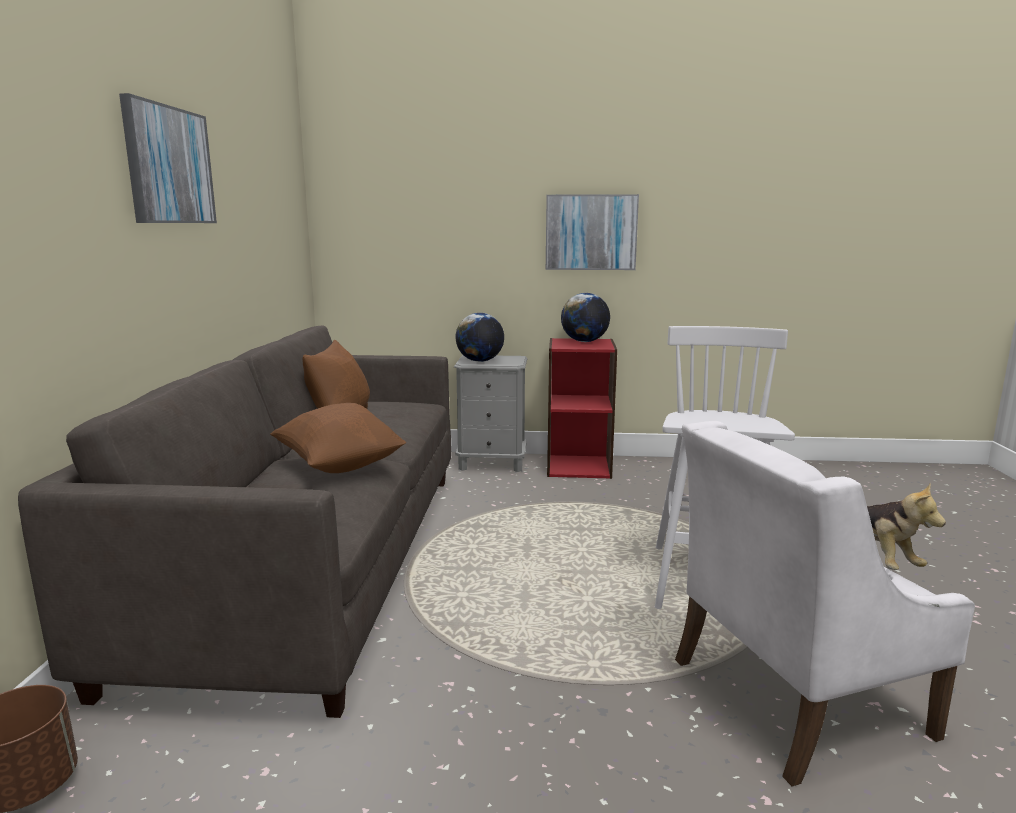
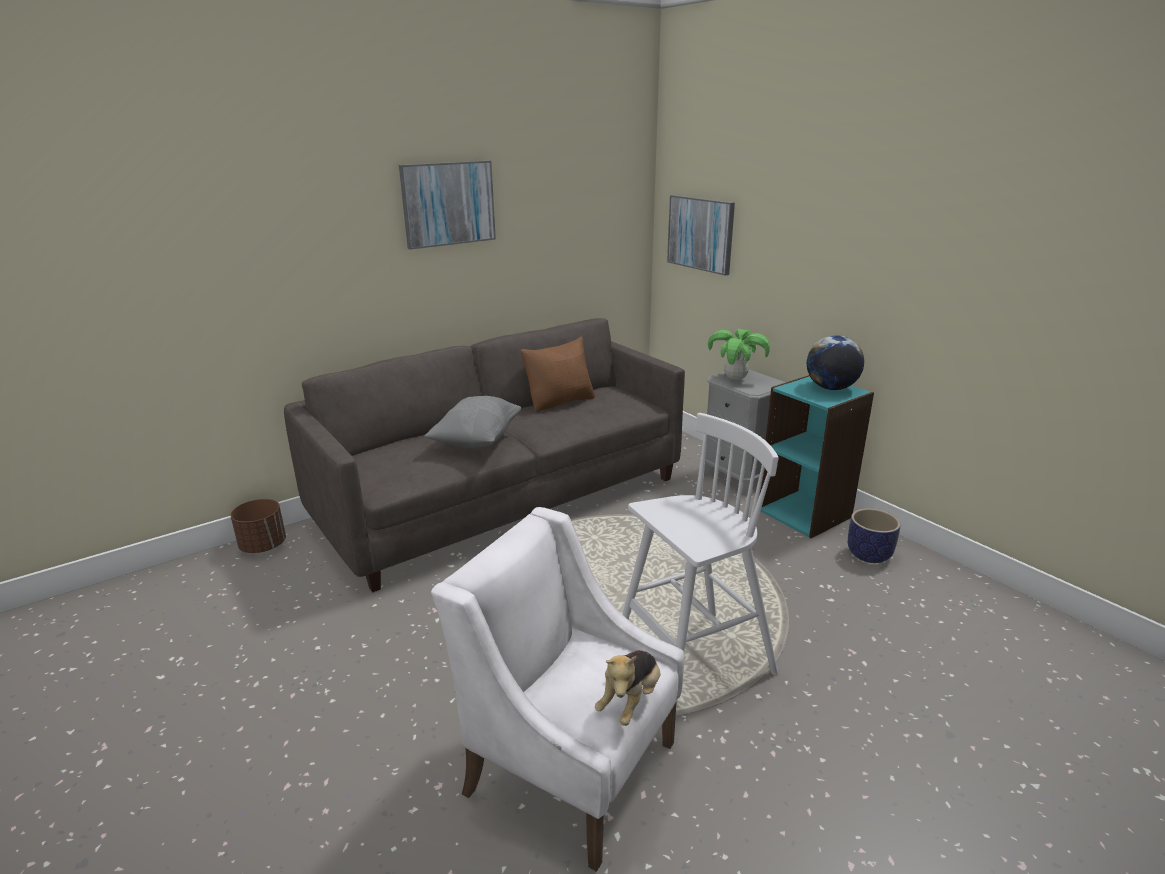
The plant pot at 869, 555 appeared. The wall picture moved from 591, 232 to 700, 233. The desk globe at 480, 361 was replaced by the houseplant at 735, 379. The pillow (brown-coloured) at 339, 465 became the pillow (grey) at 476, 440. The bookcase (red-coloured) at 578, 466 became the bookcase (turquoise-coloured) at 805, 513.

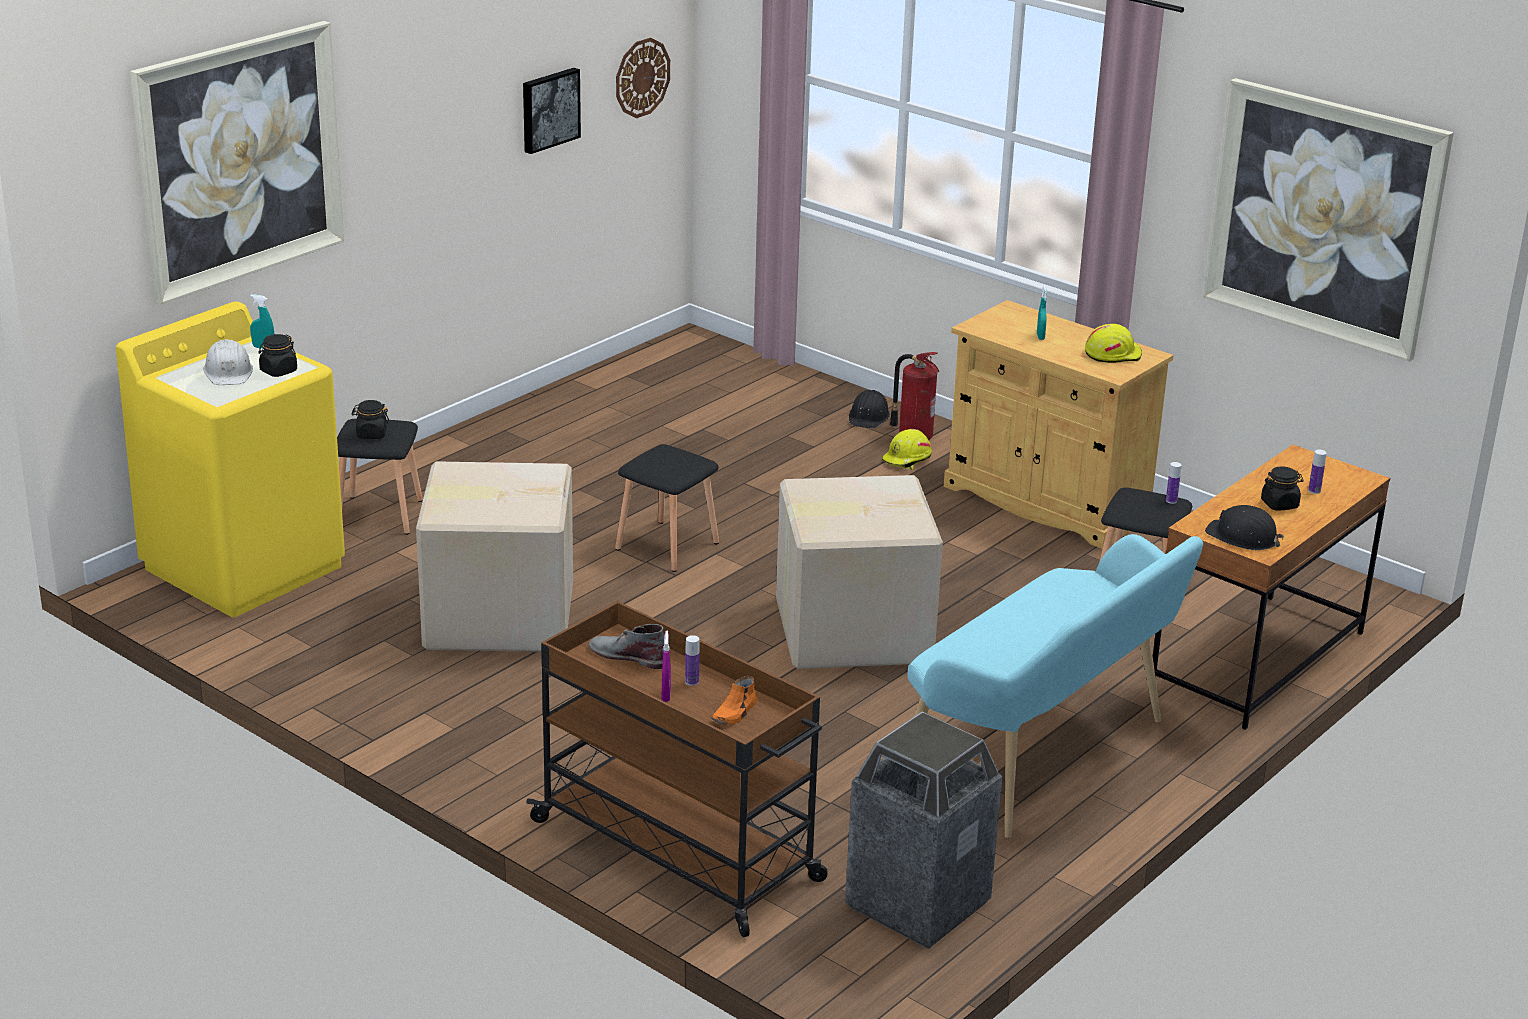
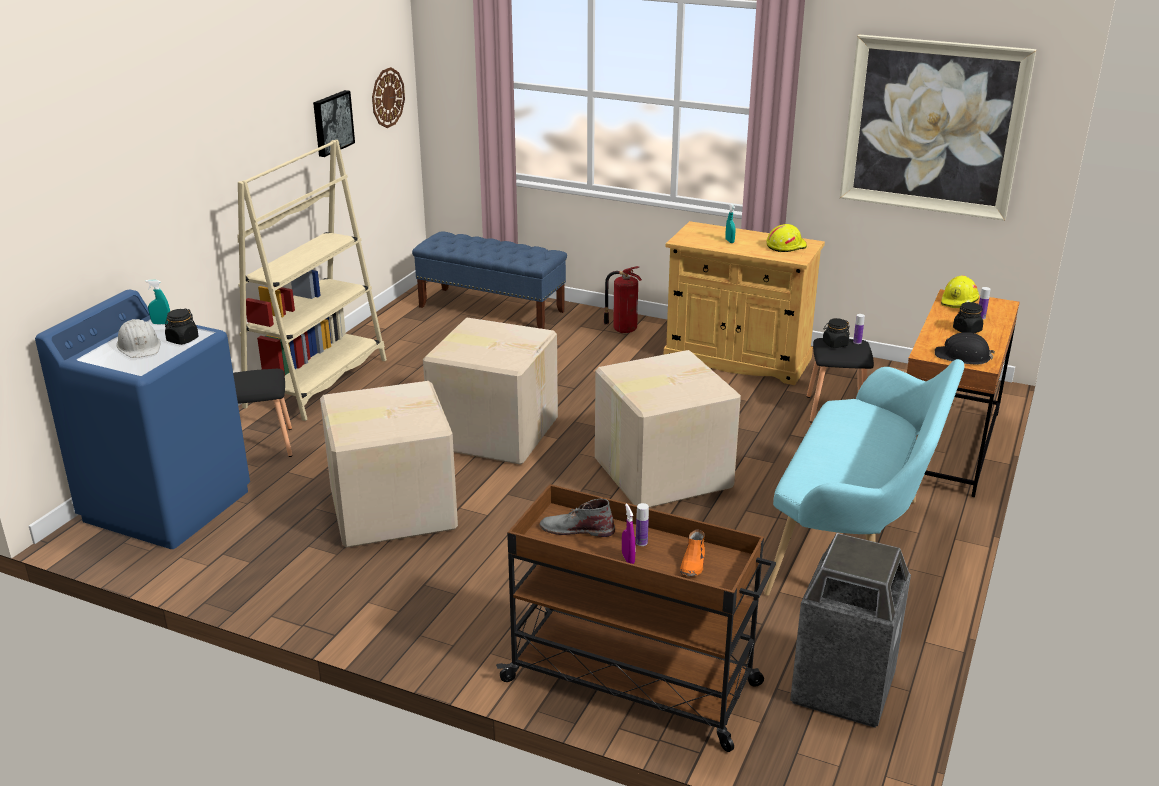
The wall picture at 239, 159 disappeared. The safety helmet (black) at 869, 416 disappeared. The bookcase (sand-coloured) at 317, 383 appeared. The long seat (blue-coloured) at 492, 309 appeared. The preserve jar (black) moved from 371, 434 to 835, 344. The safety helmet (yellowish) moved from 907, 459 to 959, 302. The stool (black) at 667, 545 was replaced by the packing box at 493, 432. The washing machine (yellowish) at 244, 567 became the washing machine (blue-coloured) at 167, 505.

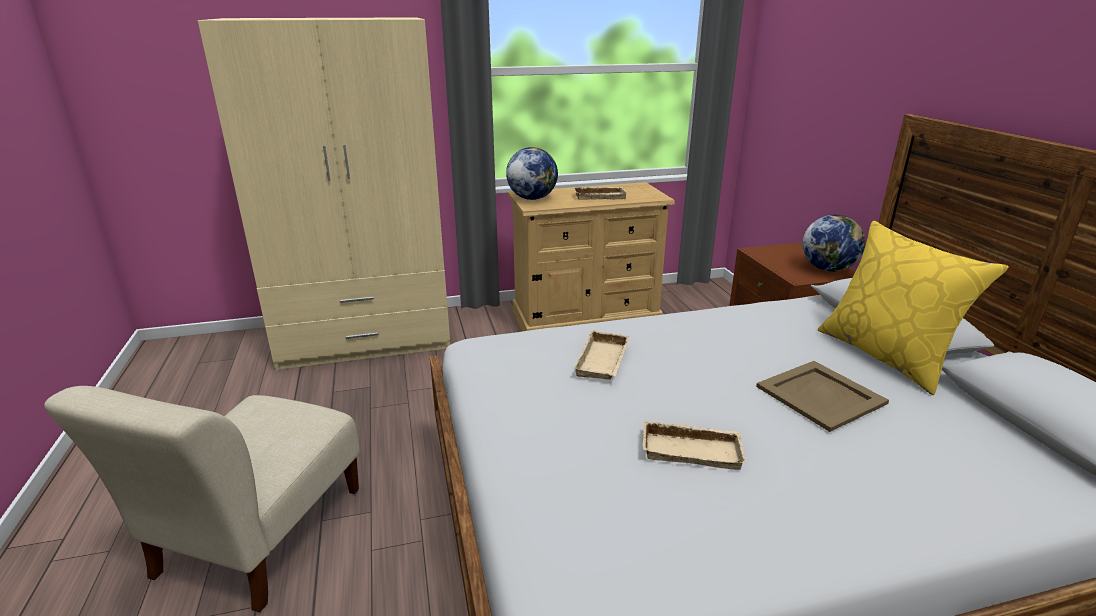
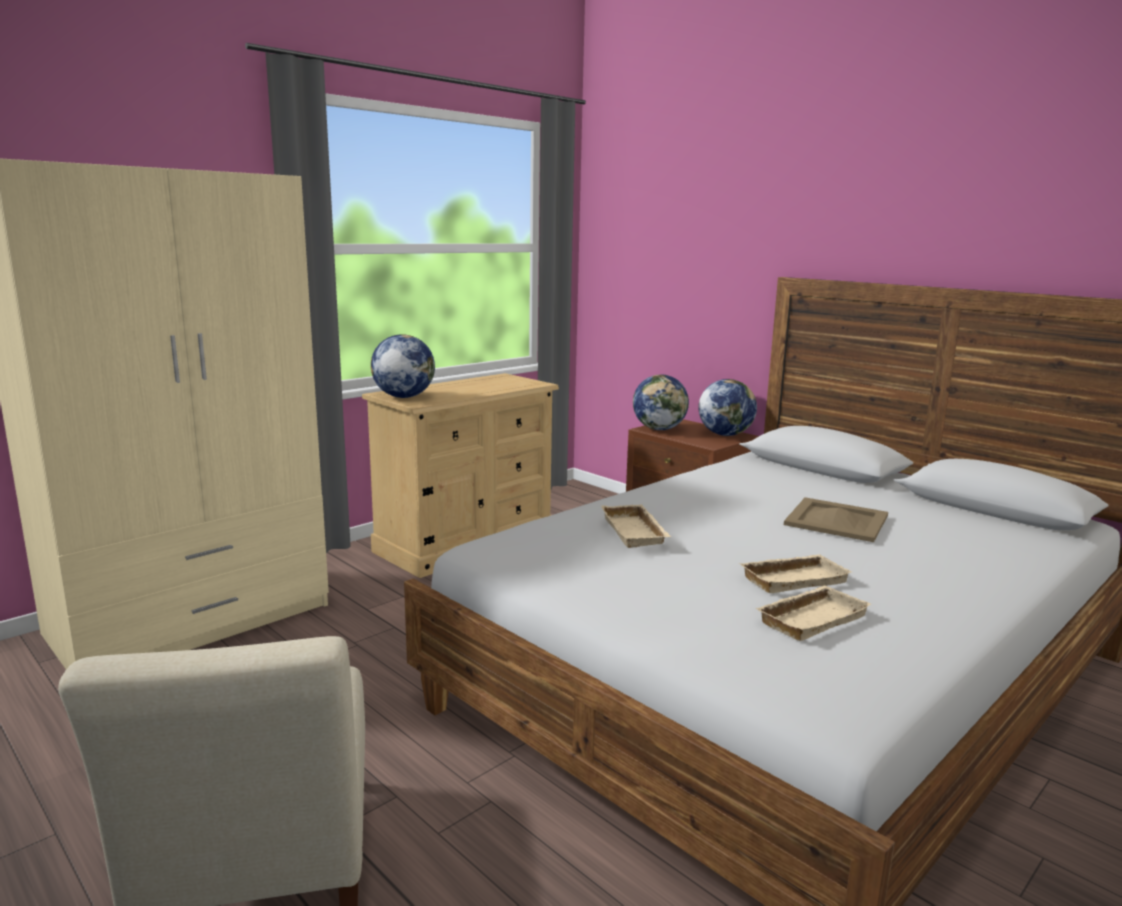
The pillow (yellowish) at 886, 355 disappeared. The desk globe at 659, 429 appeared. The tray (sand-coloured) moved from 600, 196 to 810, 618.

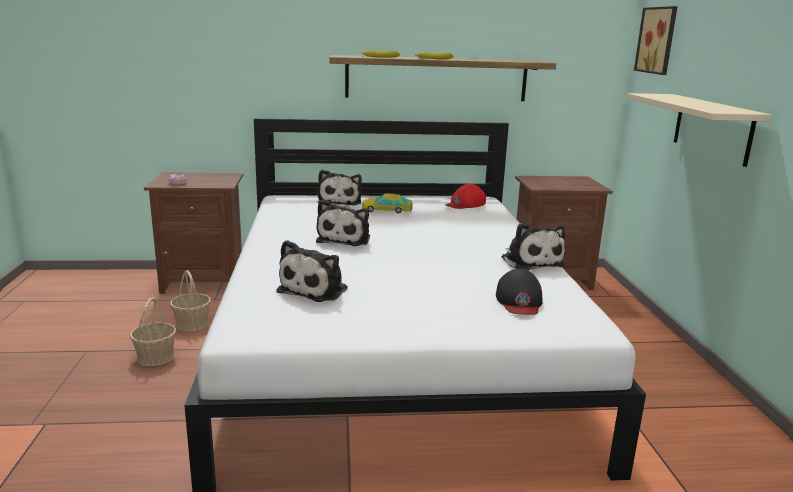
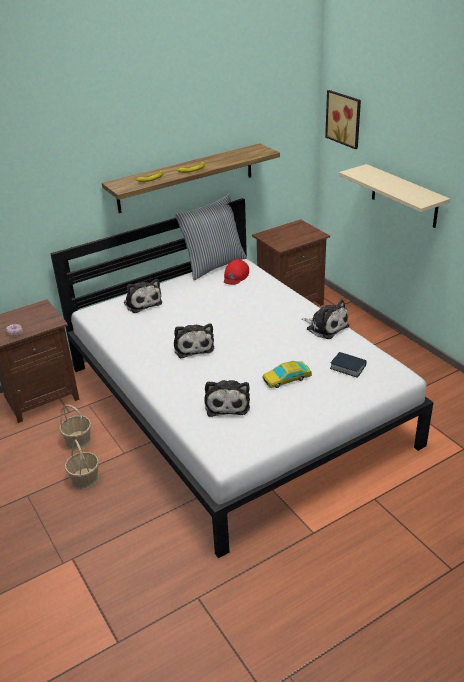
The pillow at 213, 265 appeared. The toy car moved from 387, 210 to 287, 378. The cap (black) at 519, 300 was replaced by the book at 347, 367.

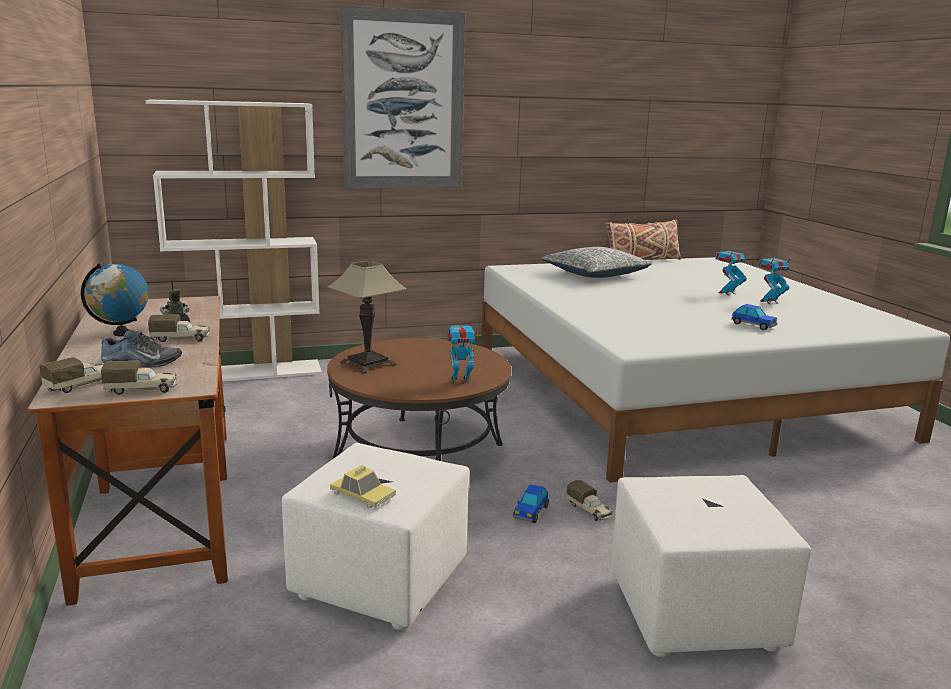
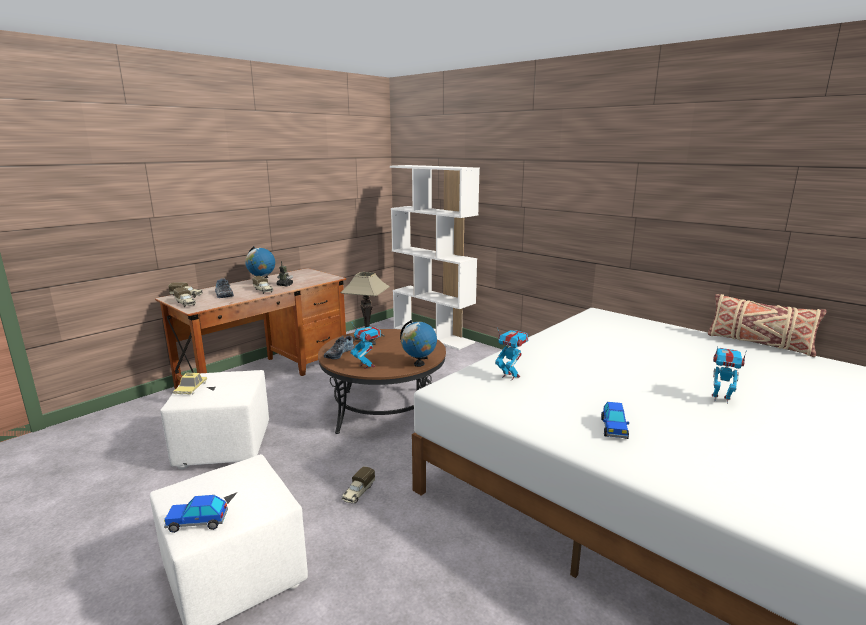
The wall picture at 403, 101 disappeared. The pillow at 595, 274 disappeared. The item of footwear at 338, 353 appeared. The desk globe at 419, 364 appeared. The toy car moved from 530, 512 to 197, 522. The model robot moved from 769, 302 to 510, 376.

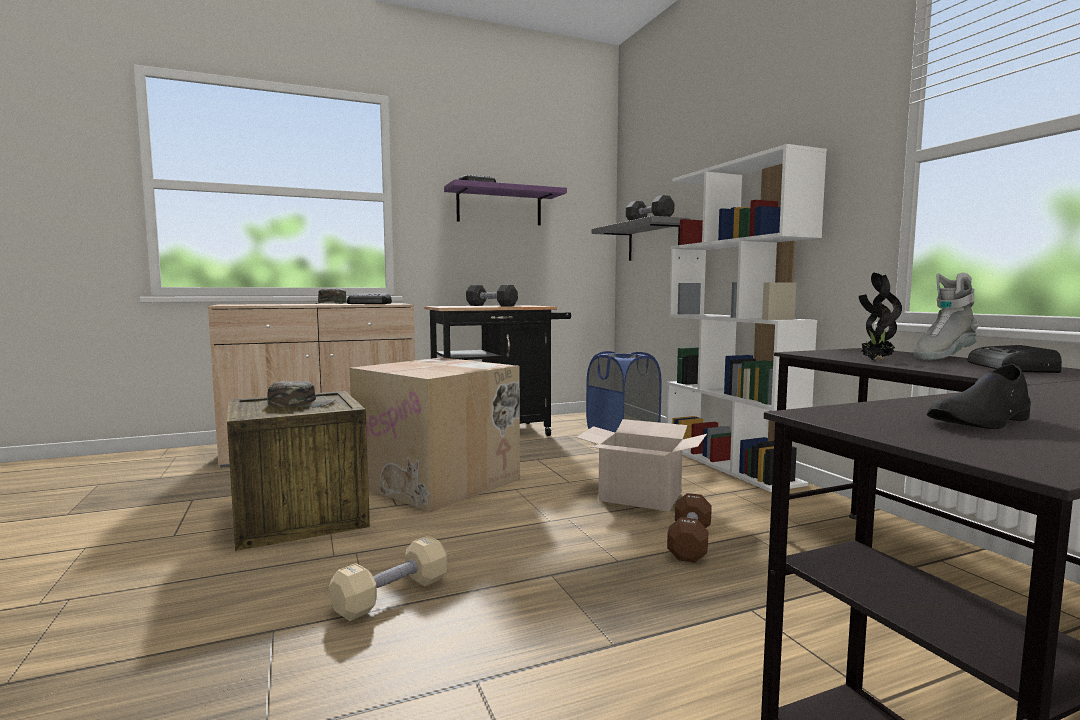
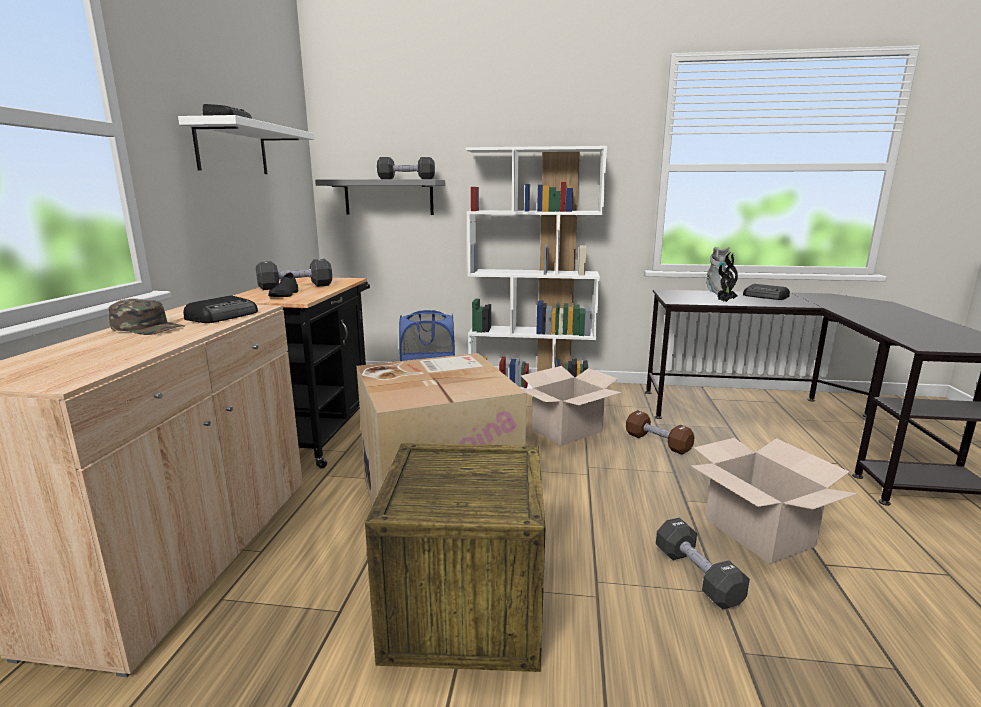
The cap (green-coloured) at 302, 404 disappeared. The packing box at 759, 532 appeared. The item of footwear (black) moved from 981, 421 to 284, 295. The dumbbell (sand-coloured) at 392, 596 became the dumbbell (black) at 697, 576. The shelf (purplish) at 499, 206 became the shelf (white-coloured) at 232, 149.

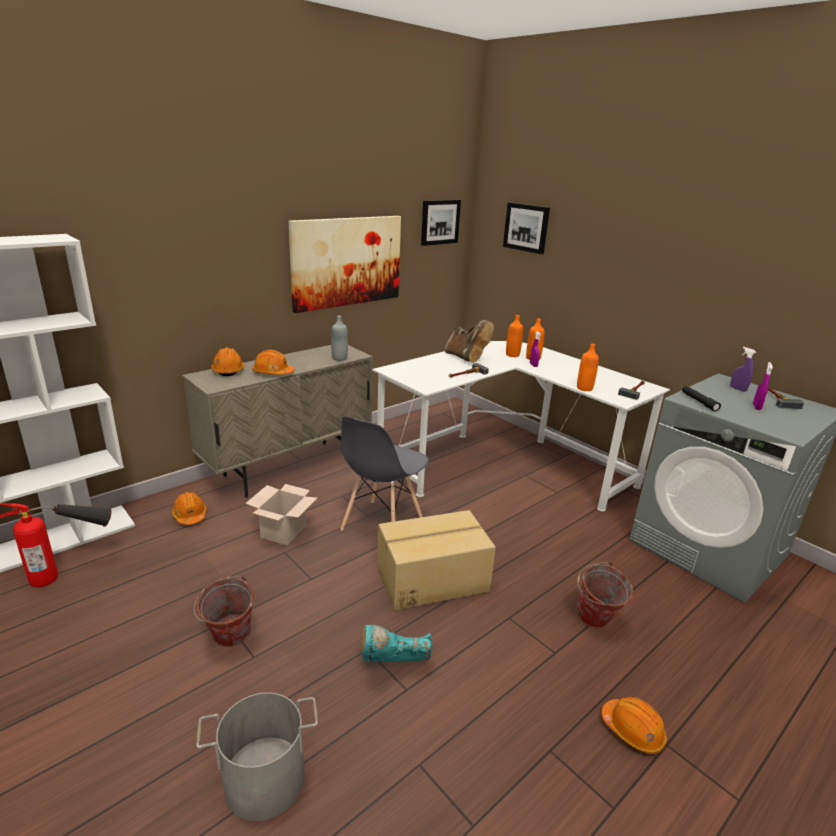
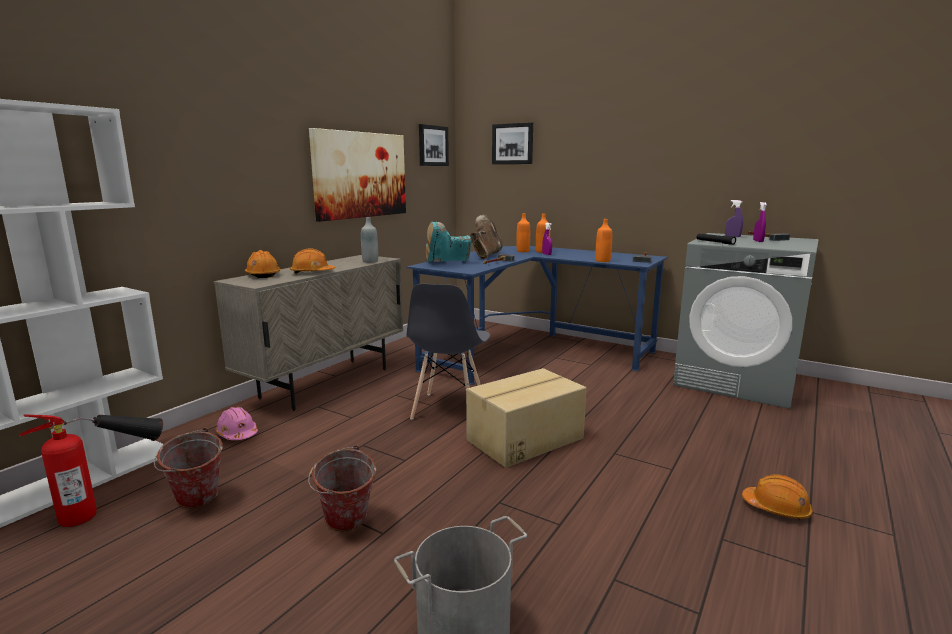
The packing box at 283, 530 disappeared. The tall boot (turquoise-coloured) moved from 392, 666 to 447, 263. The pail moved from 595, 623 to 196, 503. The safety helmet (orangey) at 190, 515 became the safety helmet (pink) at 237, 434. The desk unit (white-coloured) at 504, 463 became the desk unit (blue-coloured) at 532, 352. The tall boot (brown-coloured) at 466, 358 turned 105 degrees counterclockwise.

